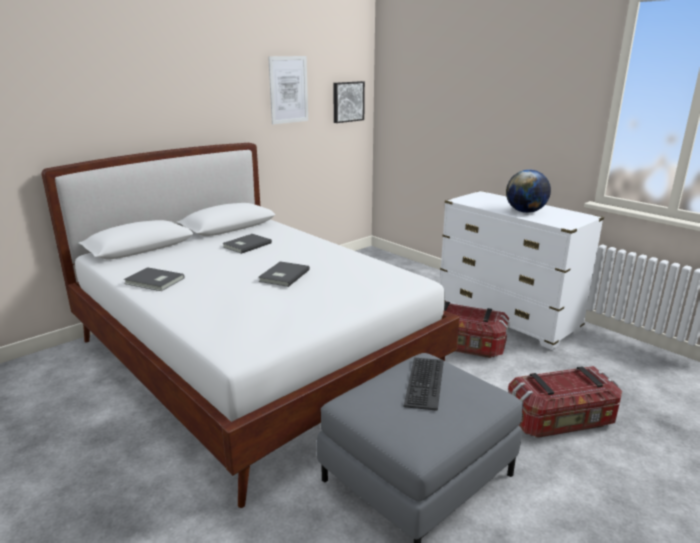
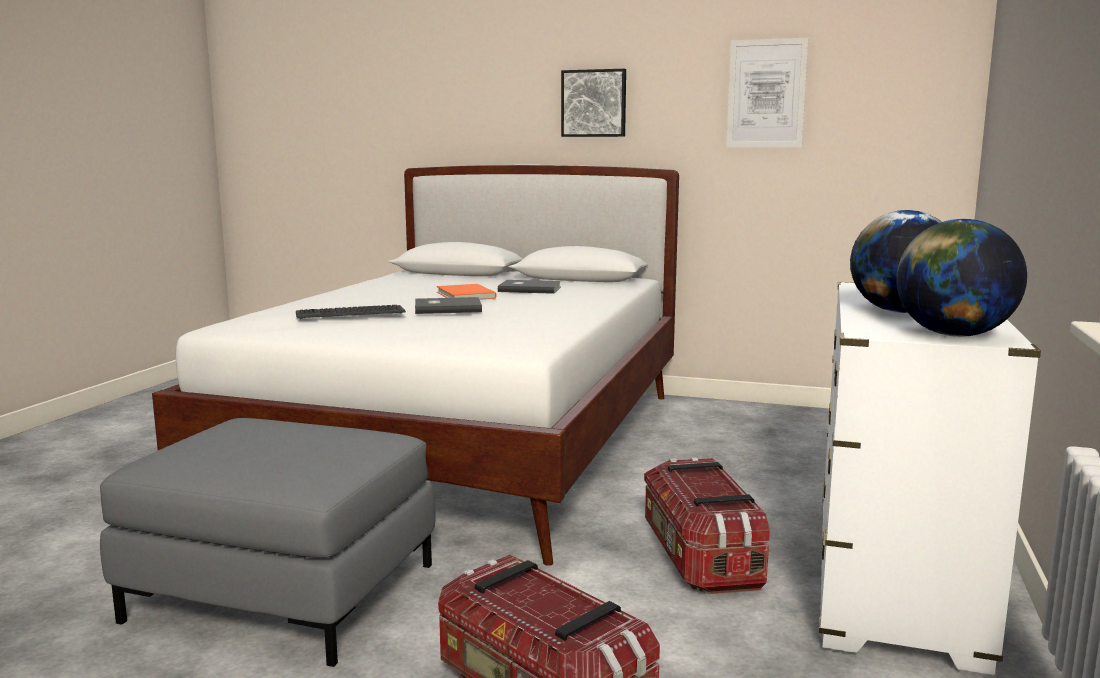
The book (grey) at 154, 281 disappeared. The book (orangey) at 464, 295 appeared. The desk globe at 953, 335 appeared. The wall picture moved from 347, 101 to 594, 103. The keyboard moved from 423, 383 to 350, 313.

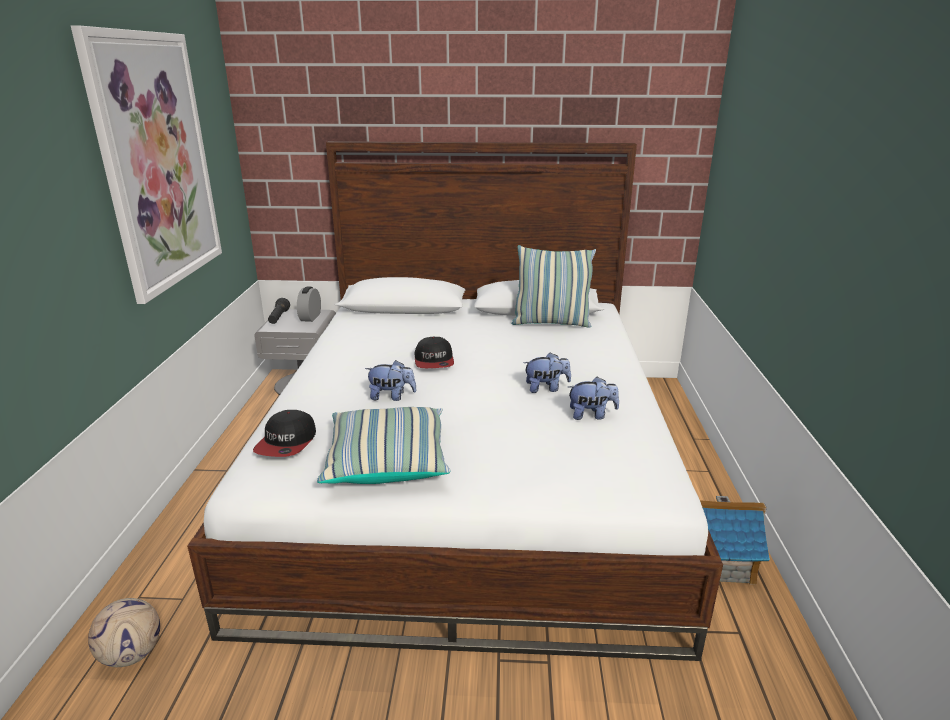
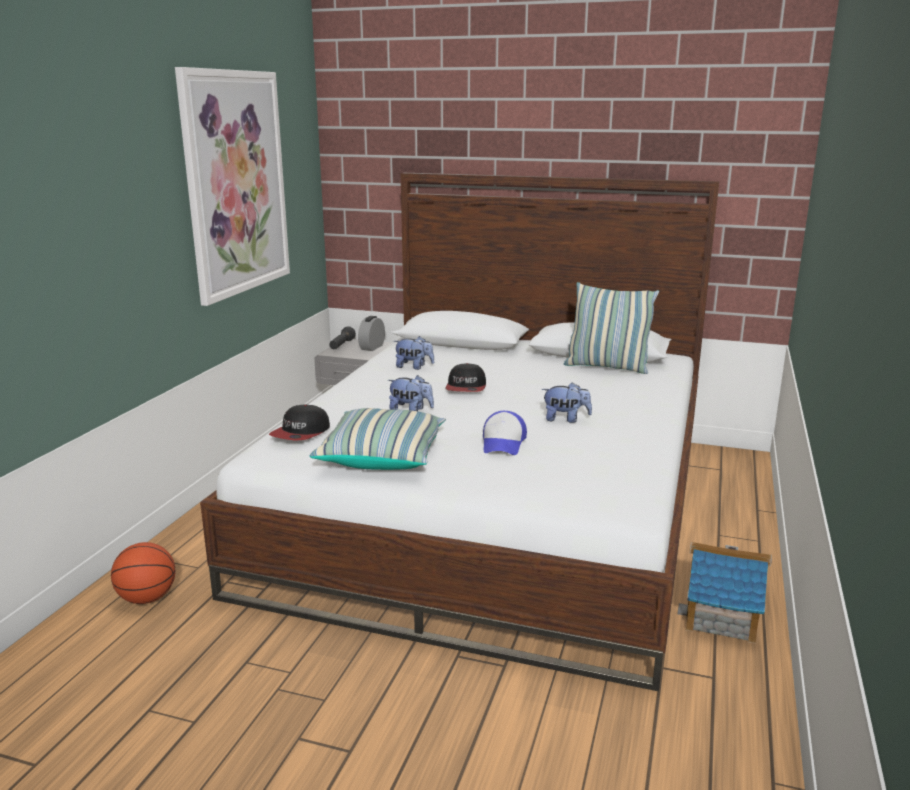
The cap at 503, 443 appeared. The plush toy moved from 591, 415 to 414, 367. The football ball at 132, 654 was replaced by the ball for basketball at 147, 598.

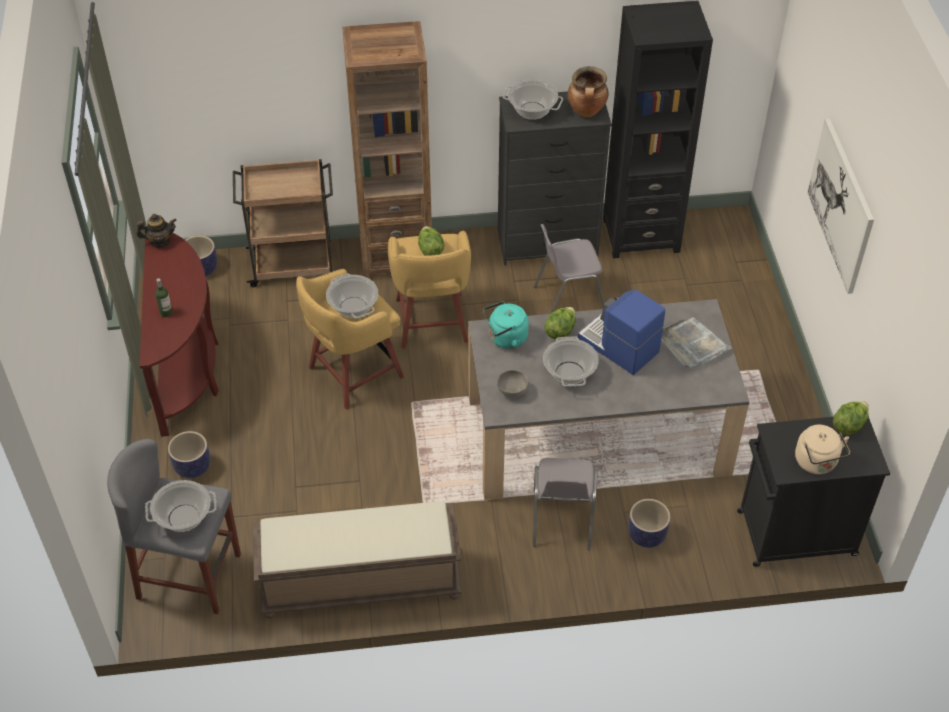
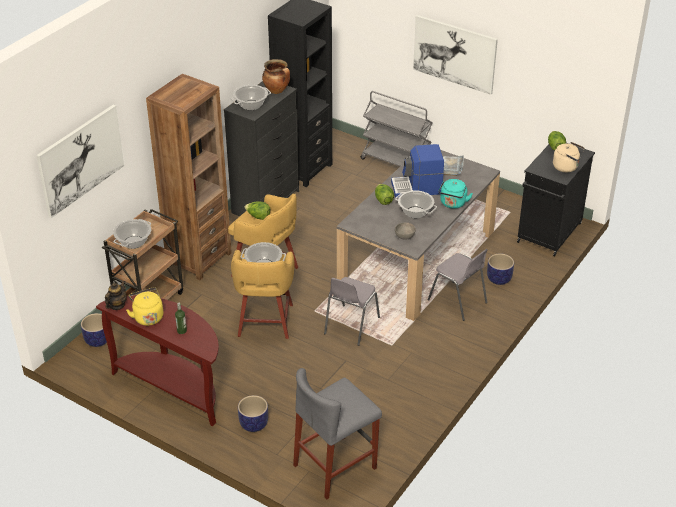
The long seat (brown-coloured) at 359, 583 disappeared. The wall picture at 81, 160 appeared. The tea kettle (yellowish) at 147, 316 appeared. The wheeled cart (grey) at 396, 162 appeared. The saucepot moved from 183, 518 to 133, 242. The tea kettle (turquoise-coloured) moved from 505, 338 to 453, 204. The chair (grey) moved from 568, 298 to 351, 326.

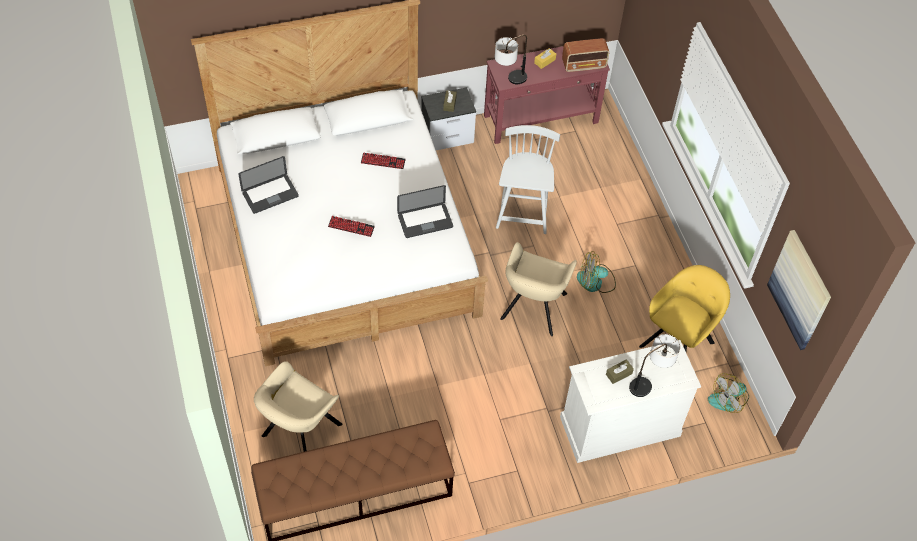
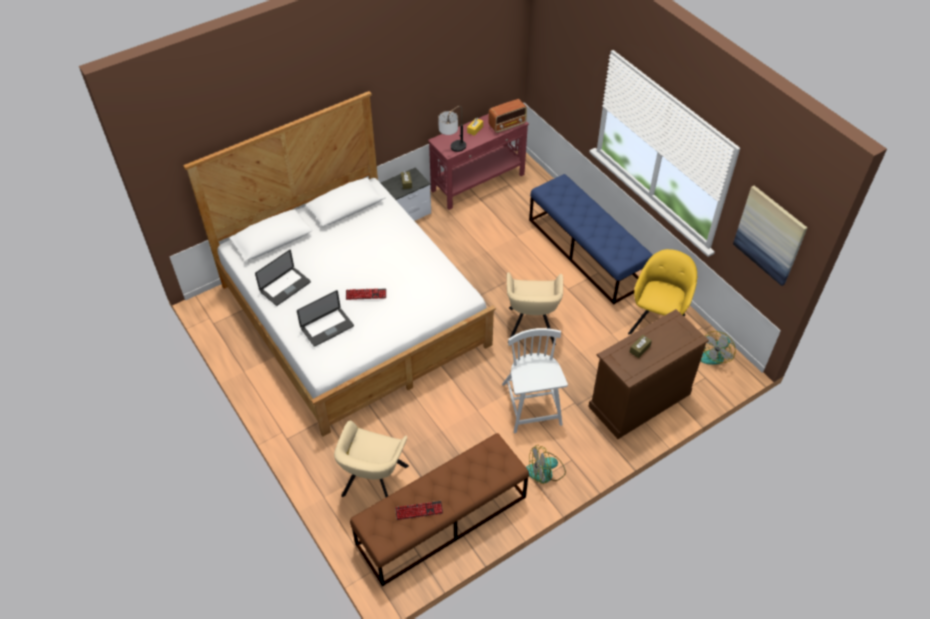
The lamp for a table at 649, 382 disappeared. The long seat (blue-coloured) at 586, 252 appeared. The keyboard moved from 383, 161 to 419, 511. The portable computer moved from 425, 221 to 327, 327. The chair (white-coloured) moved from 523, 208 to 531, 405. The fan moved from 595, 282 to 545, 472. The drawer chest (white-coloured) at 619, 426 became the drawer chest (brown-coloured) at 639, 400.

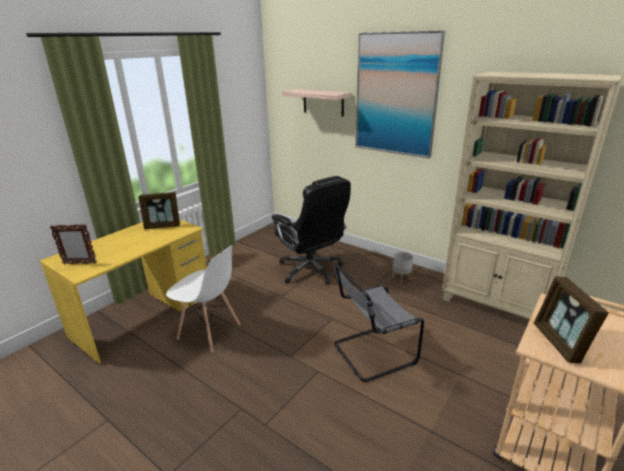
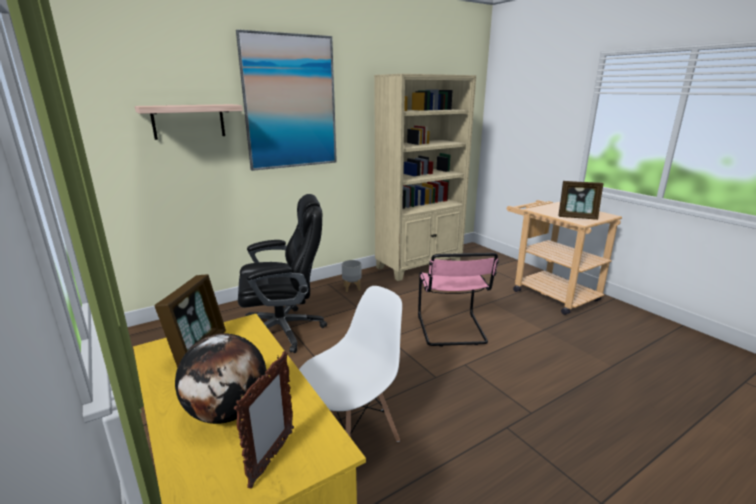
The desk globe at 228, 412 appeared. The chair (grey) at 371, 353 became the chair (pink) at 452, 330.

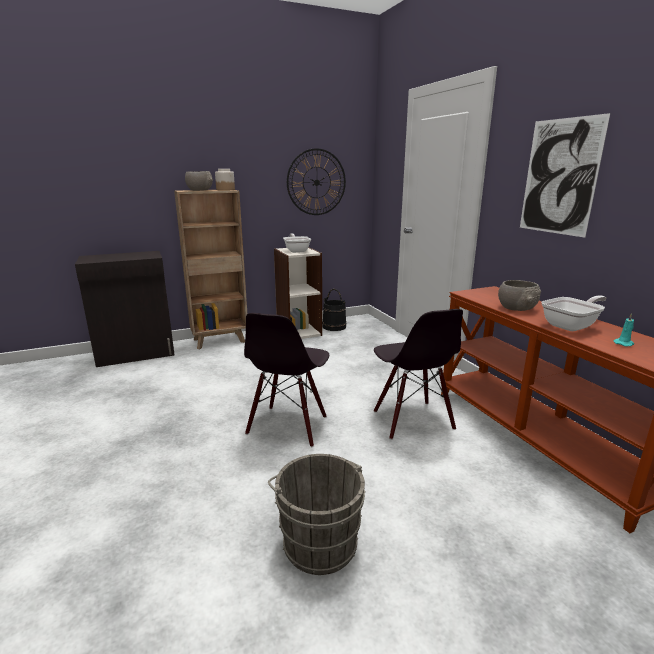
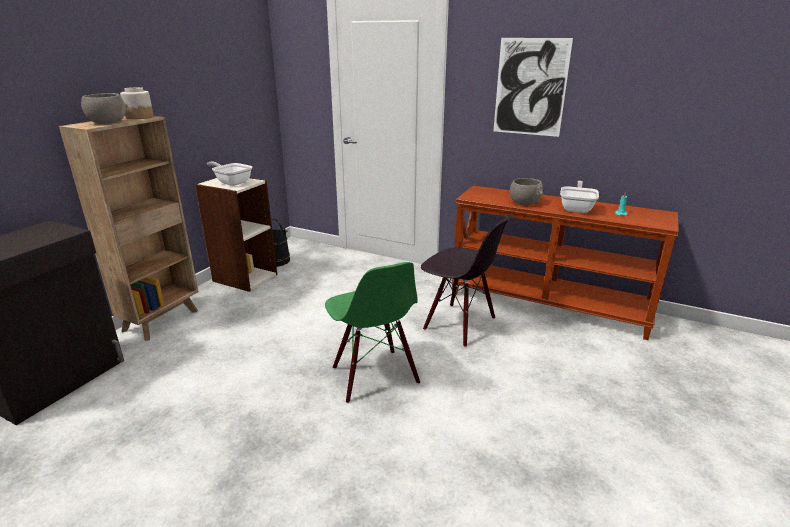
The pail (grey) at 318, 540 disappeared. The clock on the wall at 316, 182 disappeared. The chair (black) at 288, 426 became the chair (green-coloured) at 374, 376.

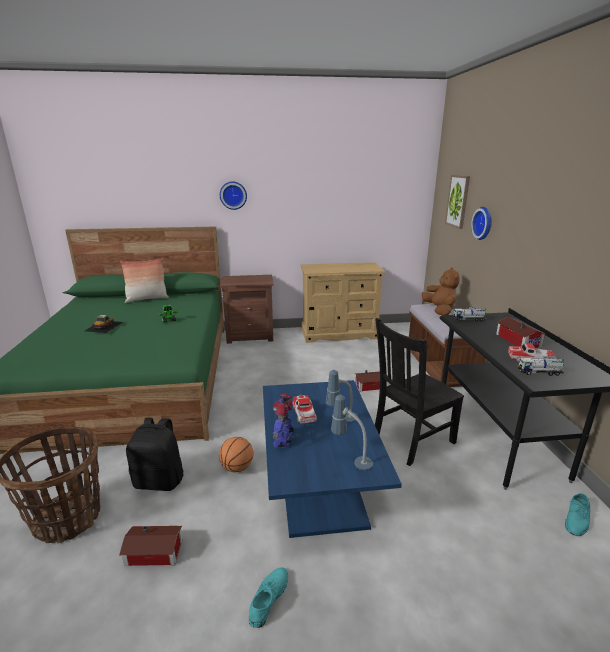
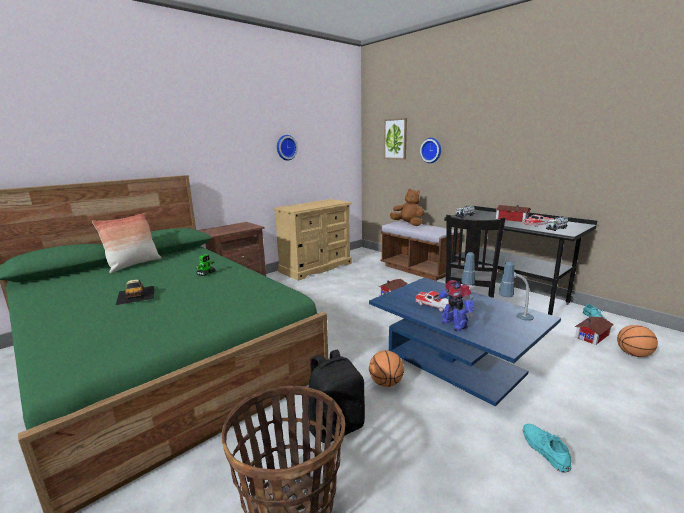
The ball for basketball at 633, 354 appeared. The model house moved from 155, 553 to 593, 336. The clock on the wall moved from 233, 195 to 286, 147.

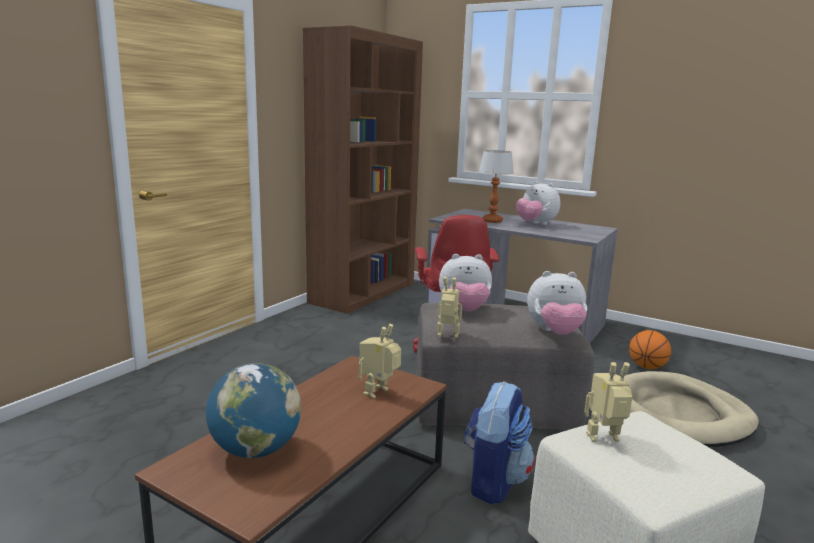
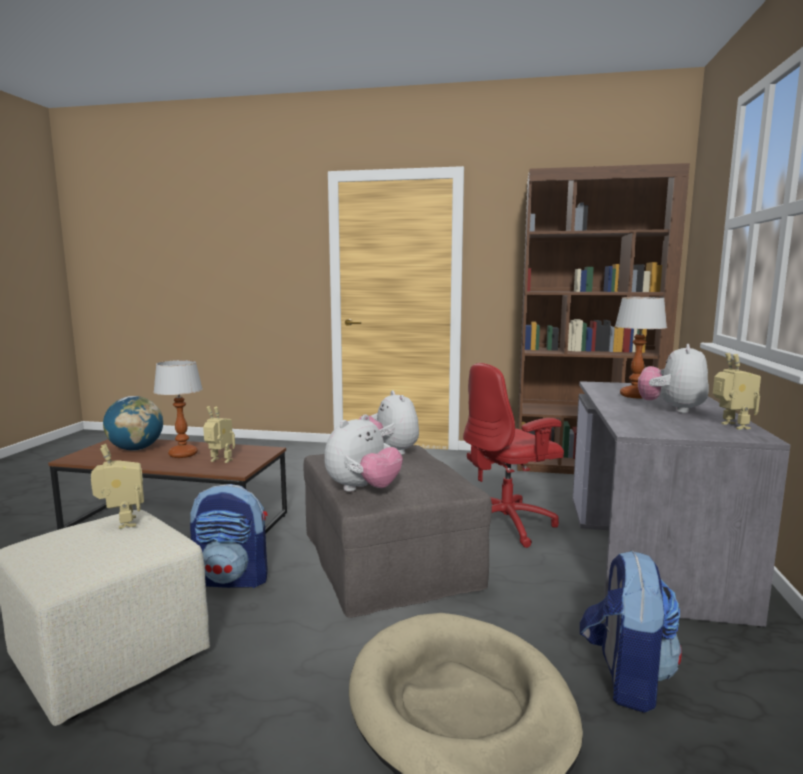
The lamp for a table at 183, 454 appeared. The model robot moved from 447, 336 to 731, 426. The ball for basketball at 647, 367 was replaced by the backpack at 625, 678. The plush toy at 555, 332 turned 120 degrees counterclockwise.

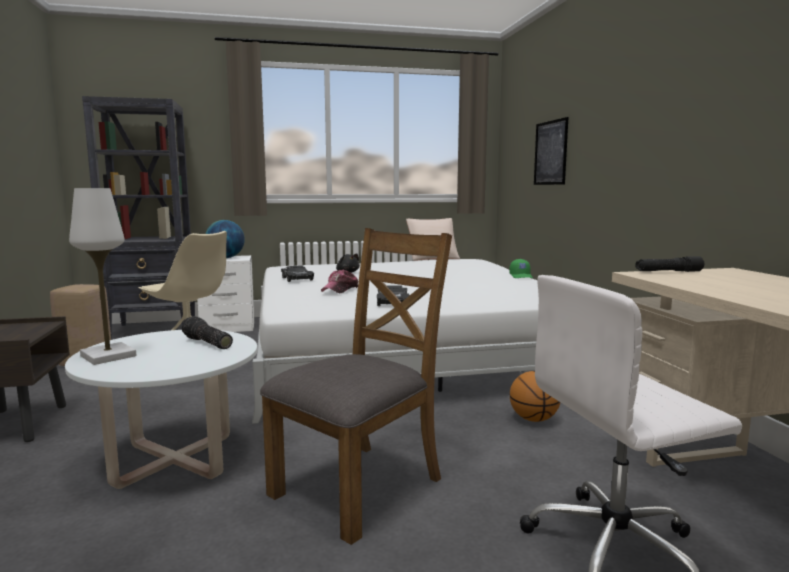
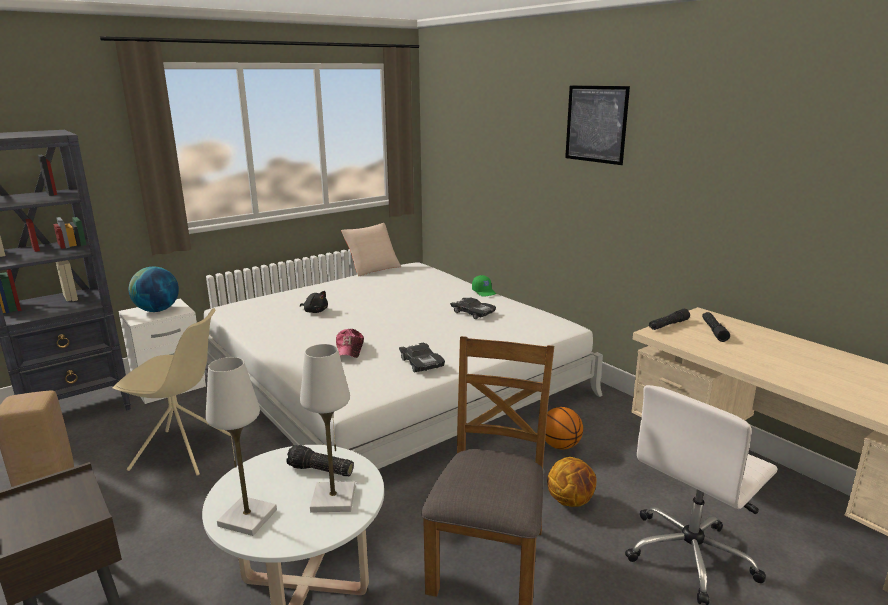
The lamp for a table (white-coloured) at 333, 499 appeared. The ball for basketball at 571, 501 appeared. The torch (black) at 714, 331 appeared. The toy car (black) moved from 297, 279 to 473, 312. The wall picture moved from 550, 153 to 596, 124.

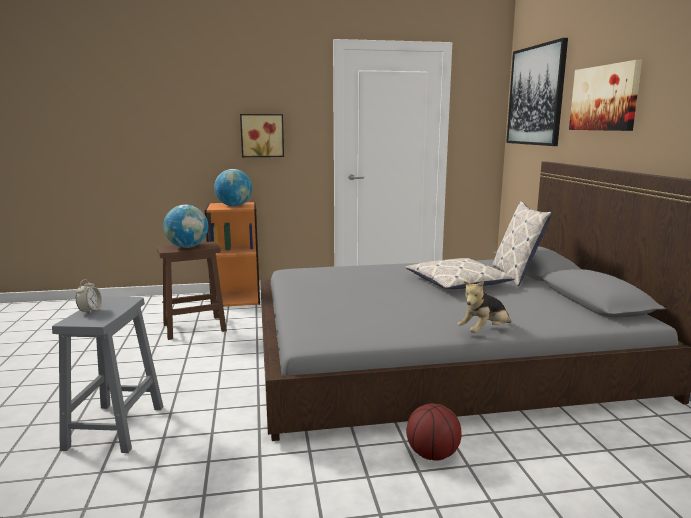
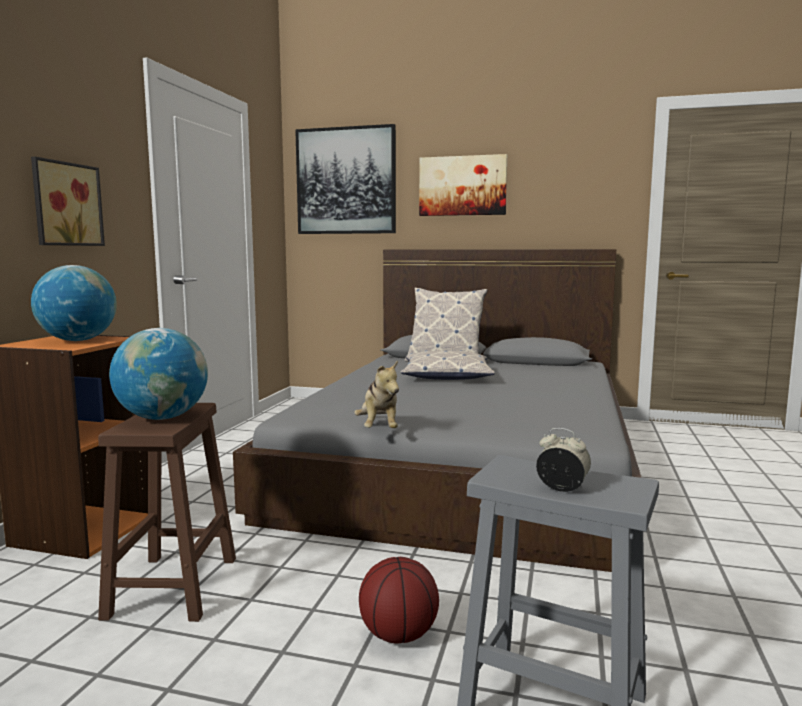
The ball for basketball moved from 433, 455 to 399, 635. The plush toy moved from 484, 331 to 379, 429.

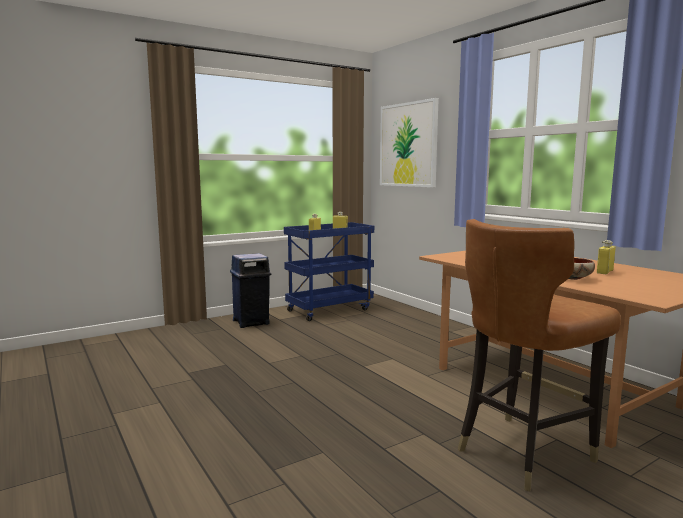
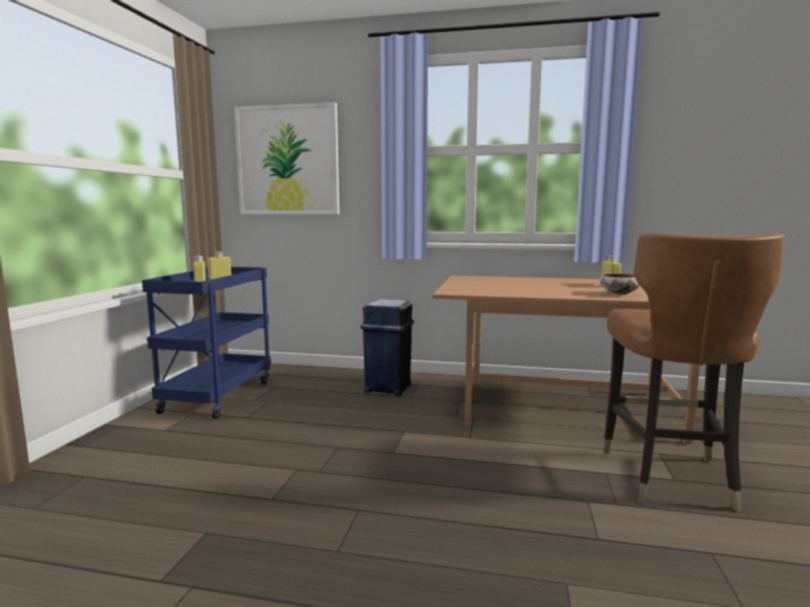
The waste bin (blue-coloured) moved from 252, 322 to 388, 388.

